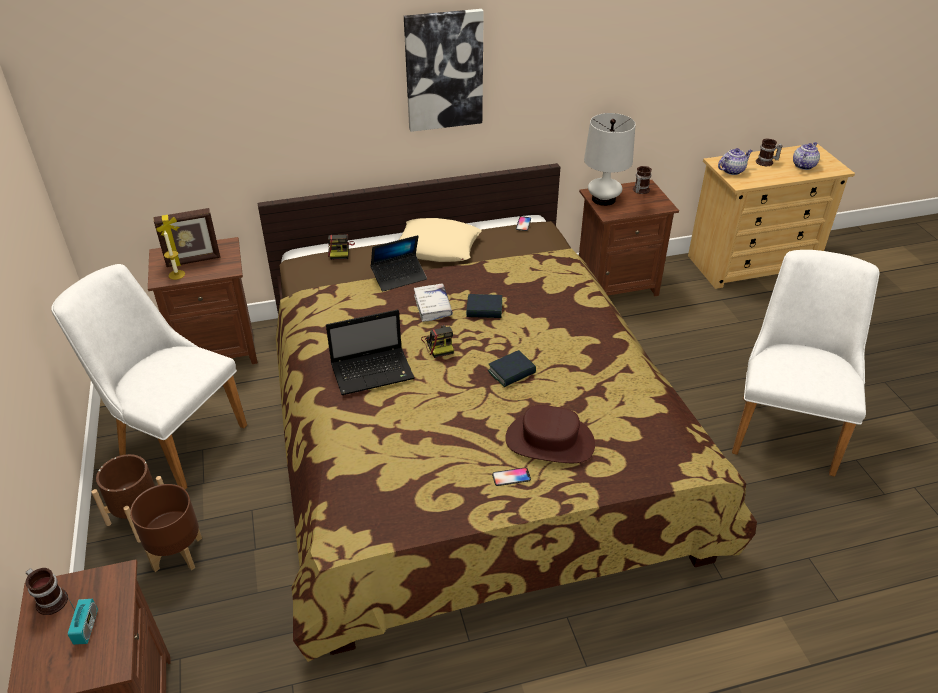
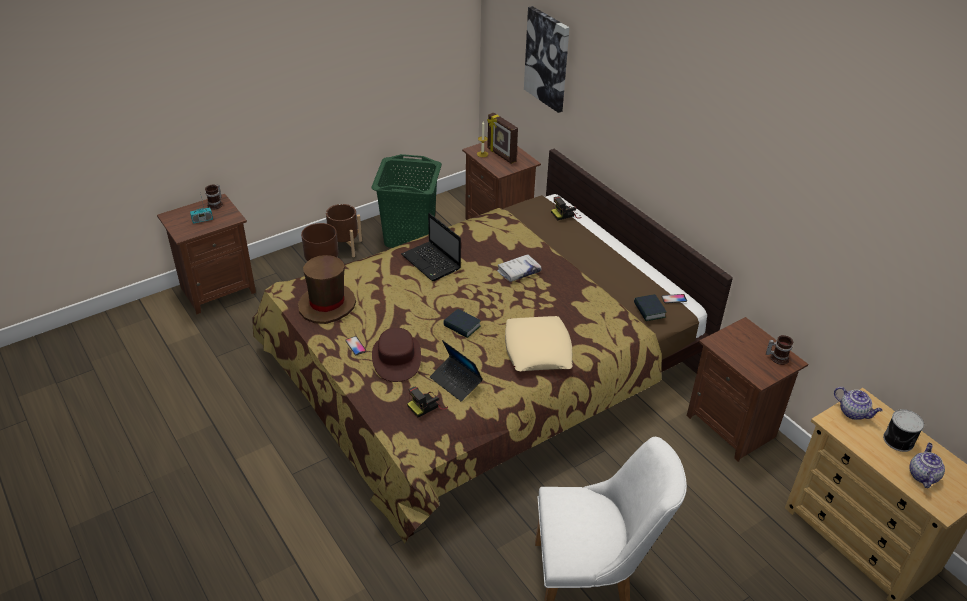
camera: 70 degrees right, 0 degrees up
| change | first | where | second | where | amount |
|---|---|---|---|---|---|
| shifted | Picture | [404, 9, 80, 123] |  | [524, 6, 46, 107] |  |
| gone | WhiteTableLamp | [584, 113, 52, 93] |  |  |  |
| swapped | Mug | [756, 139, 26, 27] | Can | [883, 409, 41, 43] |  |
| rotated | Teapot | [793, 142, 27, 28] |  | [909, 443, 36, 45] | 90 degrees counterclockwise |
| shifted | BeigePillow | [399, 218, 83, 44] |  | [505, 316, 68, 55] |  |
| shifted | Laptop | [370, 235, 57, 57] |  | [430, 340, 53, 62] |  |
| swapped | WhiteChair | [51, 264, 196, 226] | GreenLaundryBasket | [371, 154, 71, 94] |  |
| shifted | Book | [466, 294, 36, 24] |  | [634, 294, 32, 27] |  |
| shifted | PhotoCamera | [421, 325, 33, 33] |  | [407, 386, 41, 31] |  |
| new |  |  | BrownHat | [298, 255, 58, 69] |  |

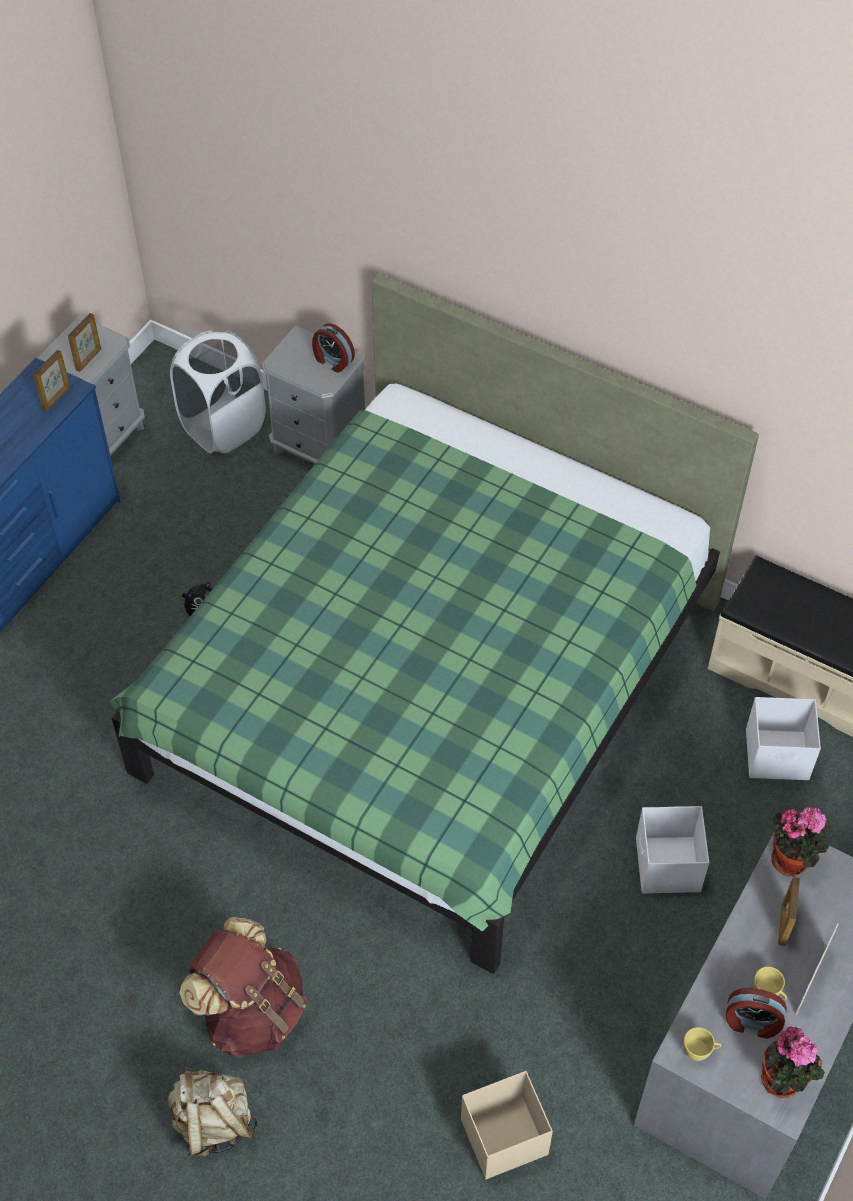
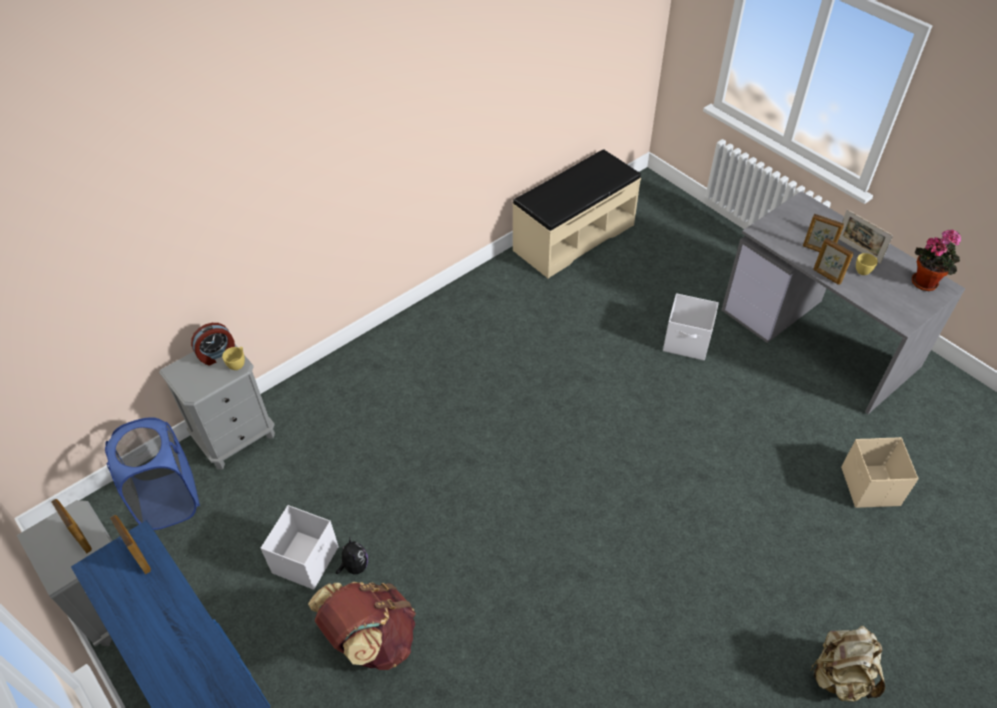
camera: 70 degrees left, 5 degrees down
| change | first | where | second | where | amount |
|---|---|---|---|---|---|
| gone | GreenBed | [110, 274, 649, 700] |  |  |  |
| repainted | WhiteLaundryBasket | [170, 330, 96, 123] | BlueLaundryBasket | [105, 417, 95, 113] |  |
| shifted | WhiteStorageBox | [746, 697, 75, 83] |  | [261, 505, 78, 85] |  |
| gone | PottedPlant | [771, 807, 60, 69] |  |  |  |
| shifted | BrownBackpack | [179, 917, 128, 142] |  | [308, 582, 108, 88] |  |
| gone | AlarmClock | [726, 988, 61, 51] |  |  |  |
| shifted | YellowCup | [683, 1027, 38, 34] |  | [222, 347, 23, 23] |  |
| new |  |  | PictureFrame | [813, 238, 41, 47] |  |

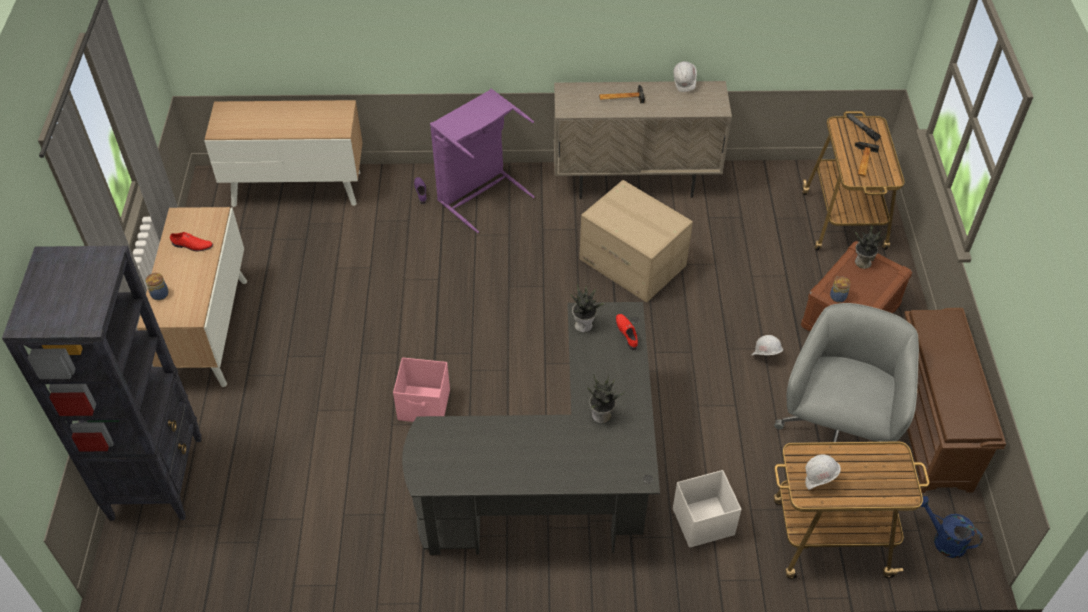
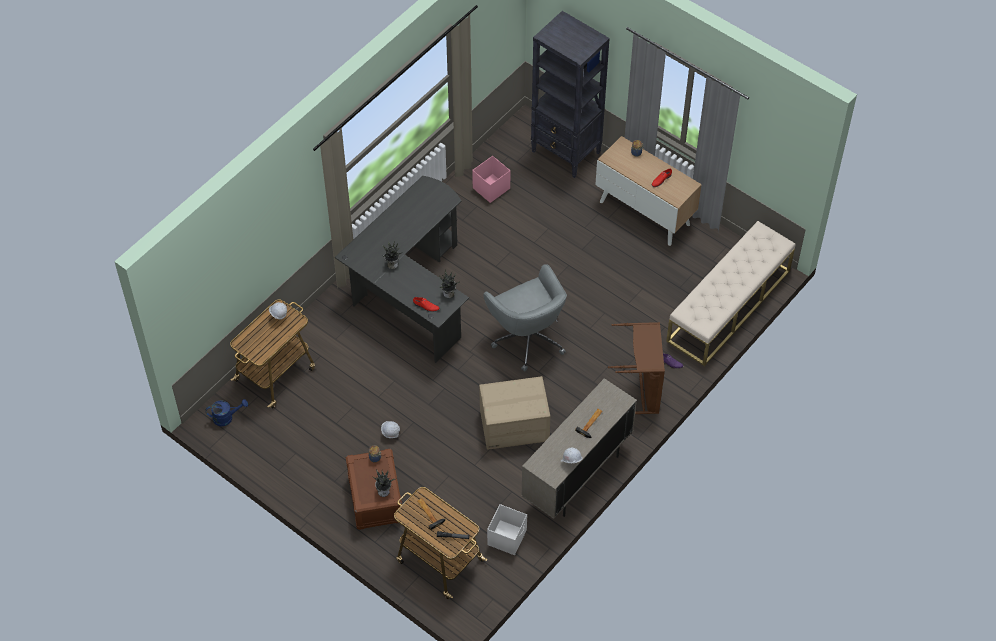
camera: 130 degrees right, 5 degrees up
| change | first | where | second | where | amount |
|---|---|---|---|---|---|
| repainted | PurpleLaundryBasket | [430, 89, 105, 144] | BrownLaundryBasket | [608, 322, 57, 92] |  |
| swapped | Cabinet | [204, 100, 159, 107] | BeigeBench | [666, 221, 129, 145] |  |
| shifted | GreyOfficeChair | [774, 303, 145, 139] |  | [483, 264, 84, 108] |  |
| gone | BrownShoeRack | [904, 308, 102, 185] |  |  |  |
| shifted | PinkStorageBox | [393, 357, 57, 65] |  | [472, 156, 38, 47] |  |
| shifted | WhiteStorageBox | [673, 470, 68, 78] |  | [487, 504, 40, 51] |  |

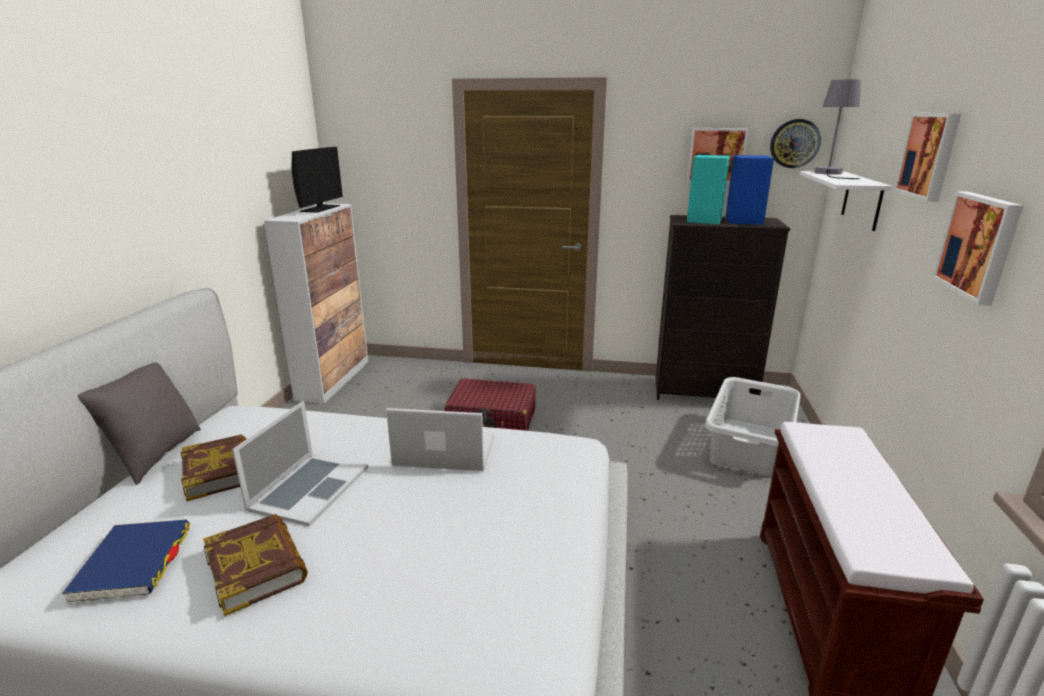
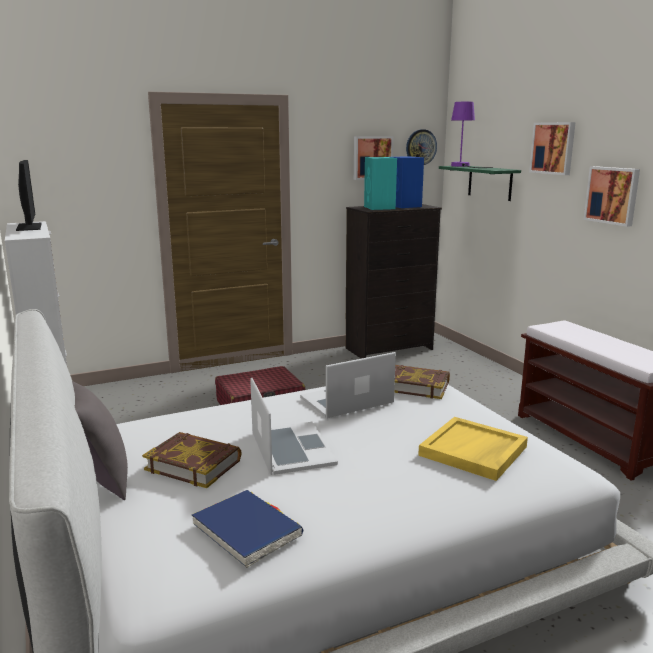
camera: 35 degrees left, 5 degrees down
| change | first | where | second | where | amount |
|---|---|---|---|---|---|
| repainted | GreyTableLamp | [815, 79, 46, 100] | PurpleTableLamp | [451, 102, 42, 66] |  |
| repainted | WhiteShelf | [800, 171, 92, 60] | GreenShelf | [439, 166, 82, 35] |  |
| gone | GreyLaundryBasket | [705, 377, 96, 100] |  |  |  |
| shifted | Book | [203, 514, 105, 102] |  | [394, 365, 56, 34] |  |
| new |  |  | YellowTray | [418, 417, 110, 64] |  |

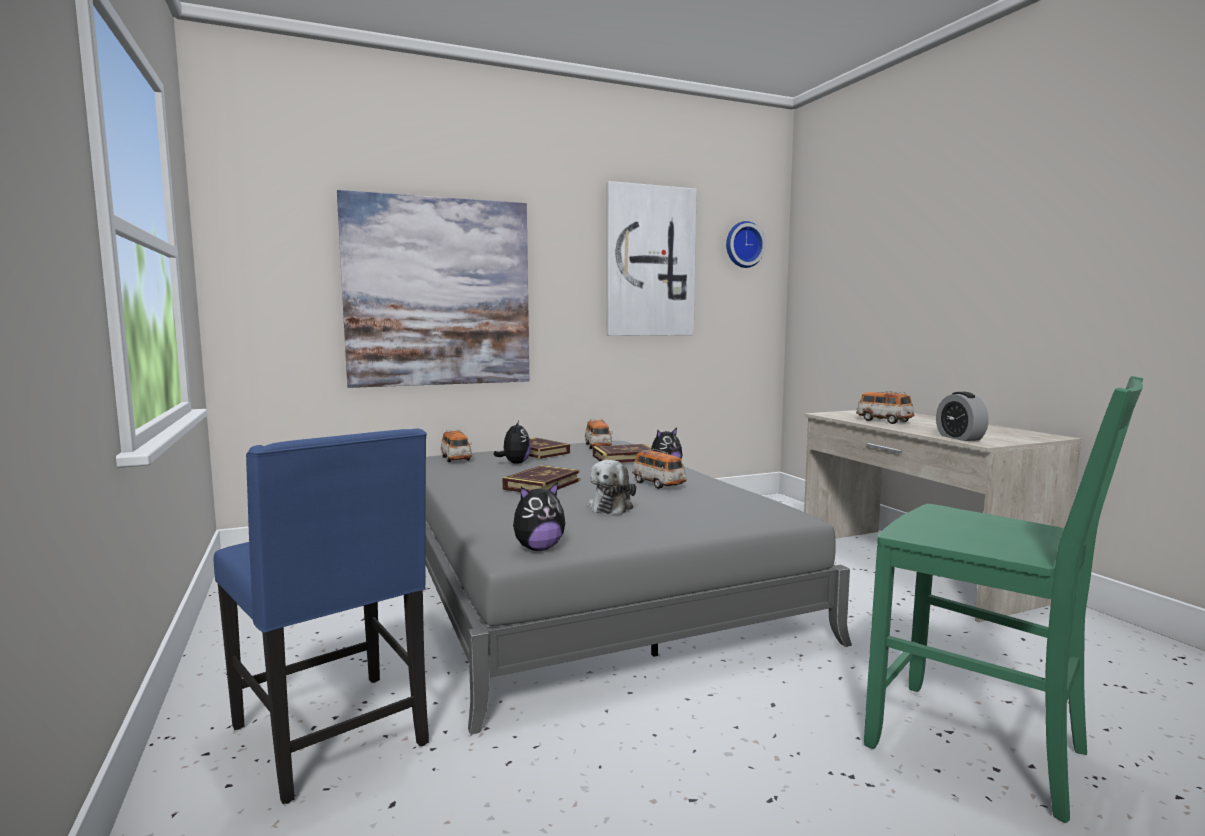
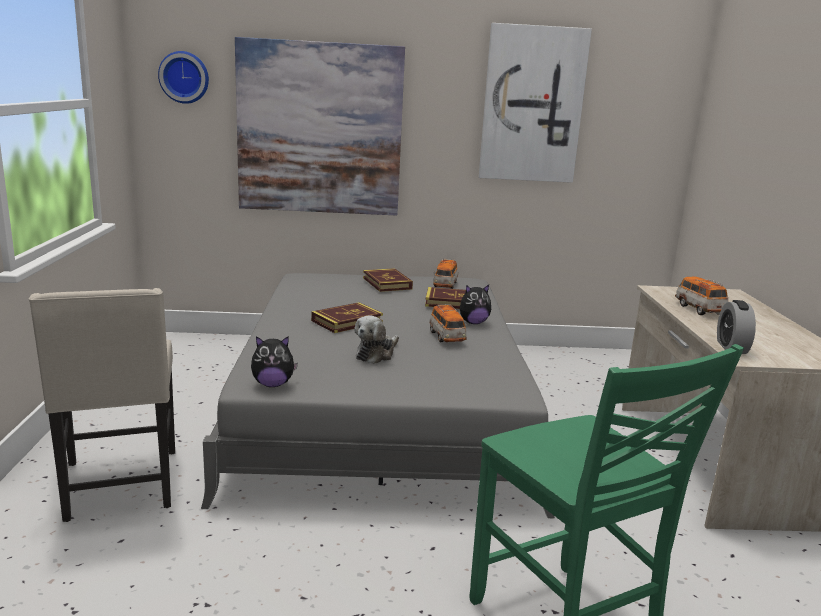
camera: 20 degrees right, 10 degrees up
| change | first | where | second | where | amount |
|---|---|---|---|---|---|
| shifted | WallClock | [726, 221, 40, 47] |  | [158, 51, 51, 53] |  |
| gone | PlushToy | [494, 421, 37, 43] |  |  |  |
| repainted | BlueChair | [213, 428, 216, 376] | BeigeChair | [28, 288, 147, 234] |  |
| gone | ToyCar | [441, 429, 31, 33] |  |  |  |

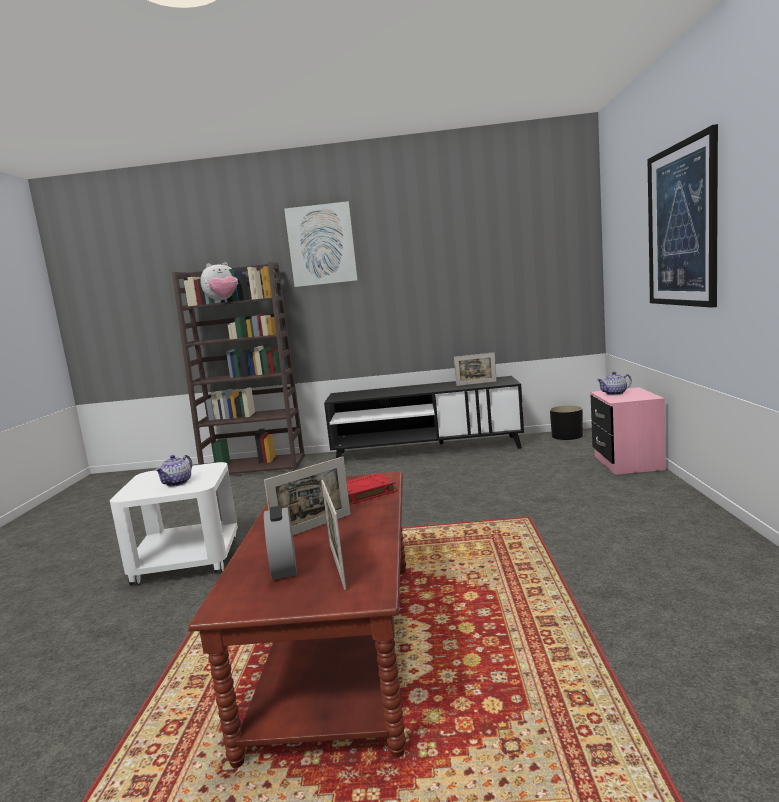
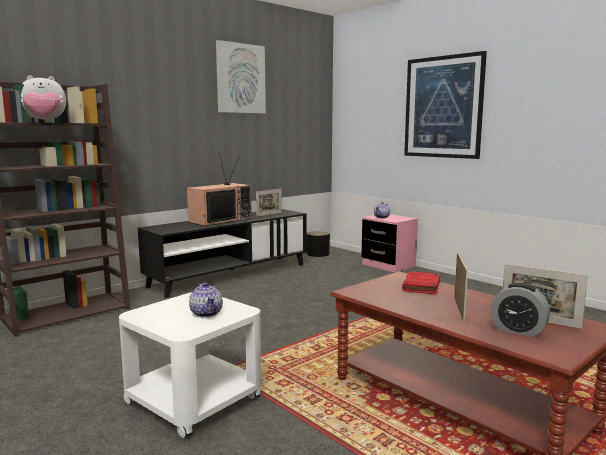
camera: 45 degrees left, 0 degrees up
| change | first | where | second | where | amount |
|---|---|---|---|---|---|
| shifted | Picture | [284, 201, 74, 86] |  | [216, 40, 50, 74] |  |
| rotated | PlushToy | [200, 262, 38, 41] |  | [21, 75, 45, 48] | 45 degrees clockwise |
| new |  |  | Television | [187, 151, 65, 75] |  |

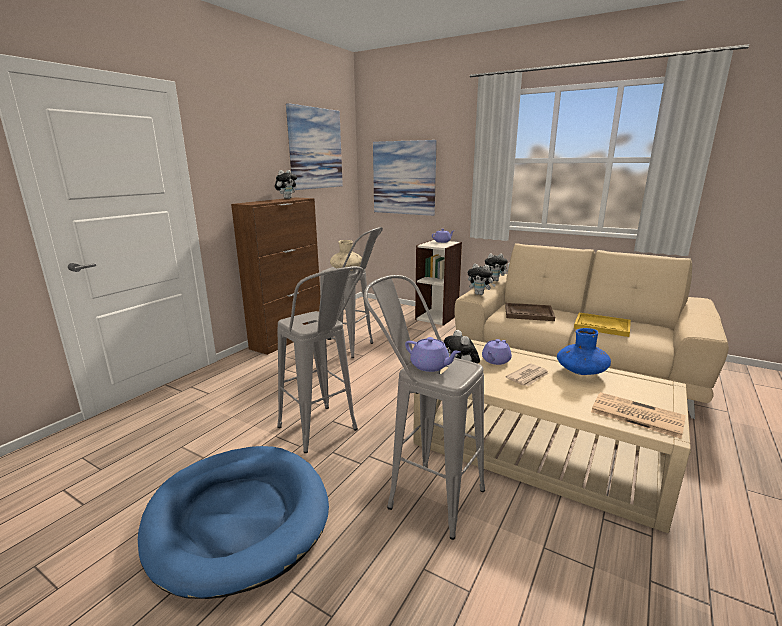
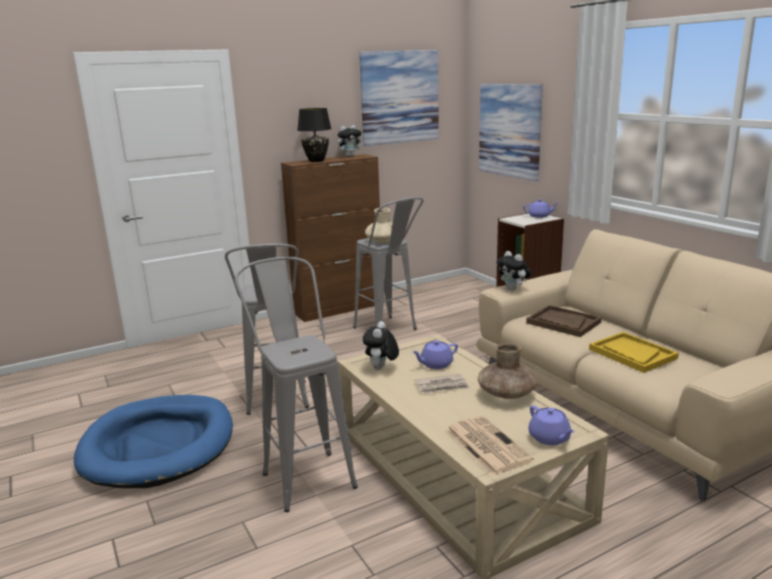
camera: 30 degrees right, 0 degrees up
| change | first | where | second | where | amount |
|---|---|---|---|---|---|
| gone | PlushToy | [485, 254, 23, 27] |  |  |  |
| repainted | BlueVase | [557, 328, 54, 47] | BrownVase | [478, 343, 59, 56] |  |
| shifted | PurpleTeapot | [405, 337, 55, 35] |  | [528, 405, 47, 40] |  |
| new |  |  | BlackTableLamp | [297, 108, 34, 54] |  |

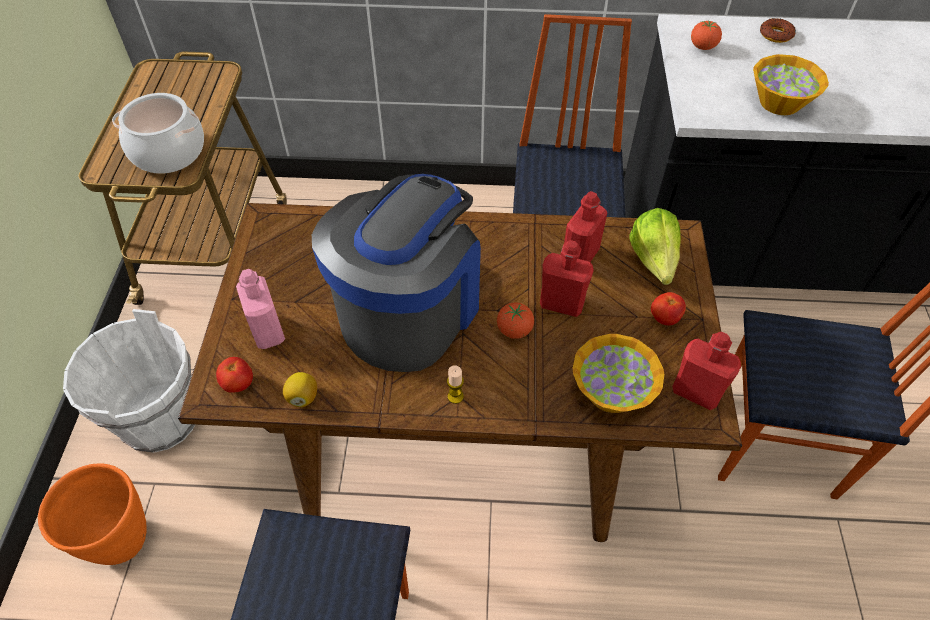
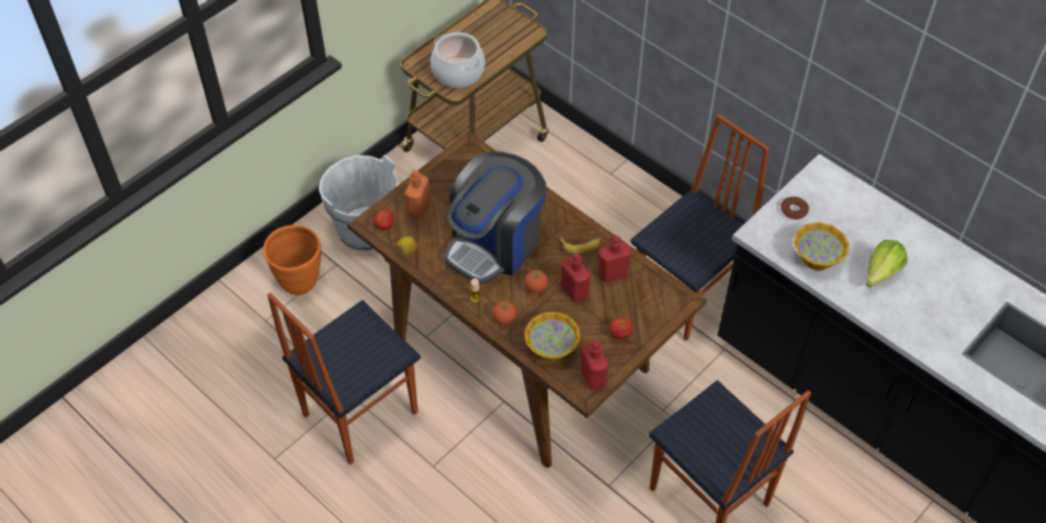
camera: 40 degrees right, 0 degrees up
| change | first | where | second | where | amount |
|---|---|---|---|---|---|
| shifted | Donut | [760, 18, 36, 25] |  | [781, 197, 28, 22] |  |
| shifted | Tomato | [691, 20, 31, 30] |  | [493, 301, 24, 24] |  |
| rotated | CoffeeMachine | [312, 174, 169, 198] |  | [444, 151, 102, 133] | 150 degrees clockwise |
| shifted | Lettuce | [629, 208, 52, 77] |  | [866, 240, 42, 48] |  |
| repainted | PinkBottle | [236, 269, 49, 80] | OrangeBottle | [405, 170, 26, 49] |  |
| new |  |  | Banana | [559, 237, 42, 17] |  |

